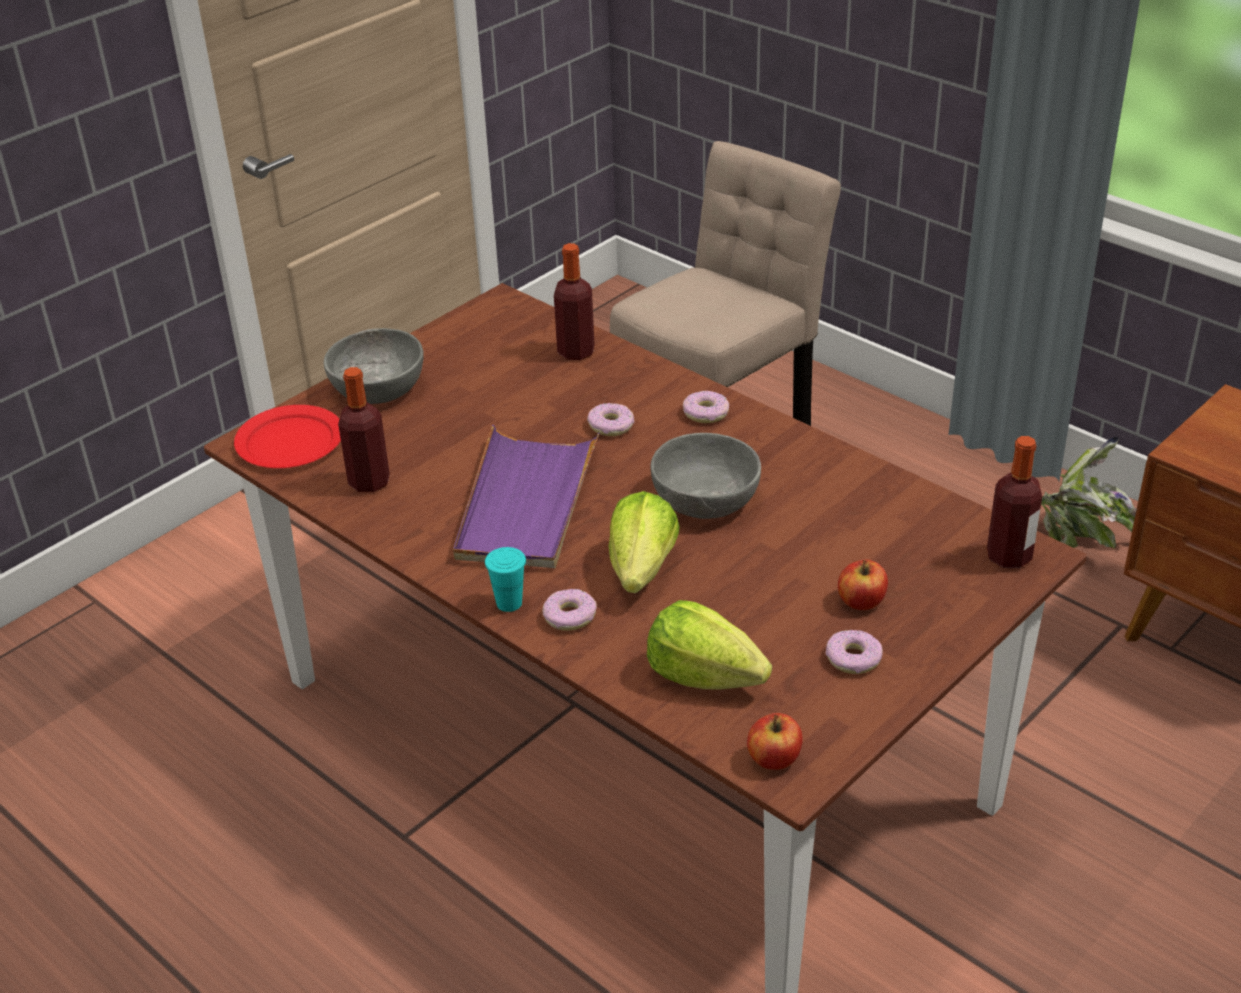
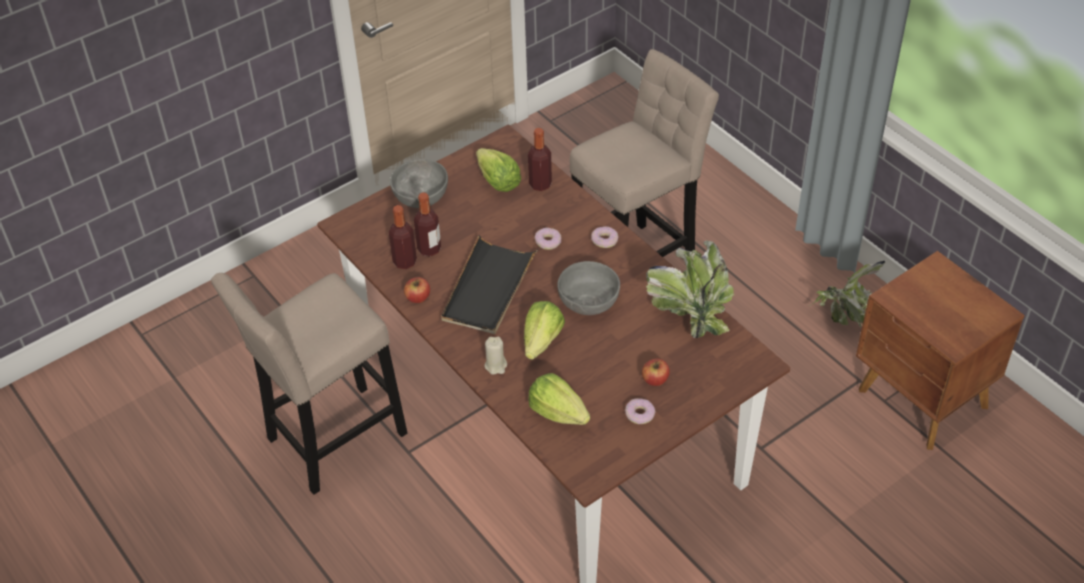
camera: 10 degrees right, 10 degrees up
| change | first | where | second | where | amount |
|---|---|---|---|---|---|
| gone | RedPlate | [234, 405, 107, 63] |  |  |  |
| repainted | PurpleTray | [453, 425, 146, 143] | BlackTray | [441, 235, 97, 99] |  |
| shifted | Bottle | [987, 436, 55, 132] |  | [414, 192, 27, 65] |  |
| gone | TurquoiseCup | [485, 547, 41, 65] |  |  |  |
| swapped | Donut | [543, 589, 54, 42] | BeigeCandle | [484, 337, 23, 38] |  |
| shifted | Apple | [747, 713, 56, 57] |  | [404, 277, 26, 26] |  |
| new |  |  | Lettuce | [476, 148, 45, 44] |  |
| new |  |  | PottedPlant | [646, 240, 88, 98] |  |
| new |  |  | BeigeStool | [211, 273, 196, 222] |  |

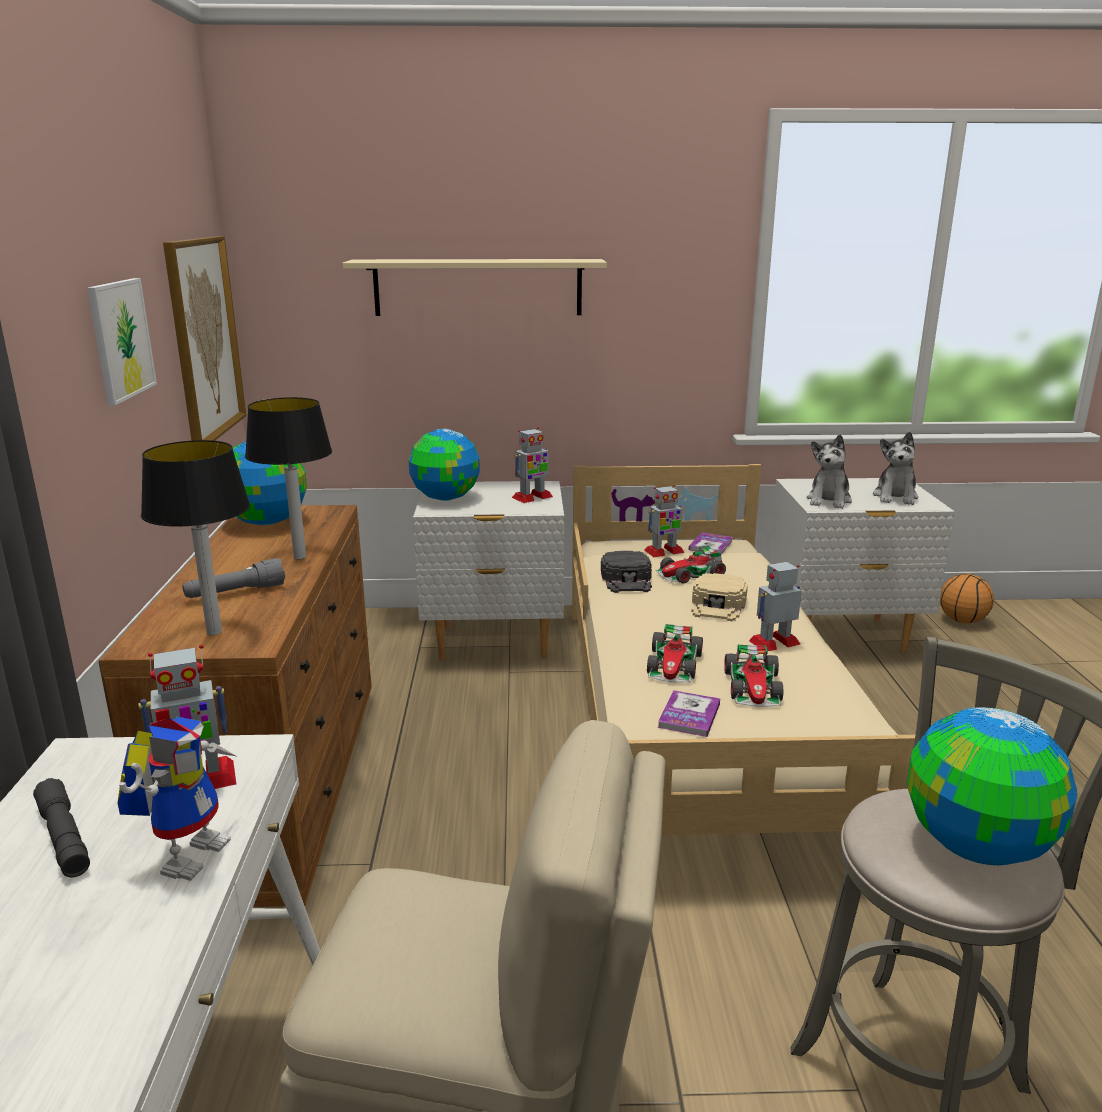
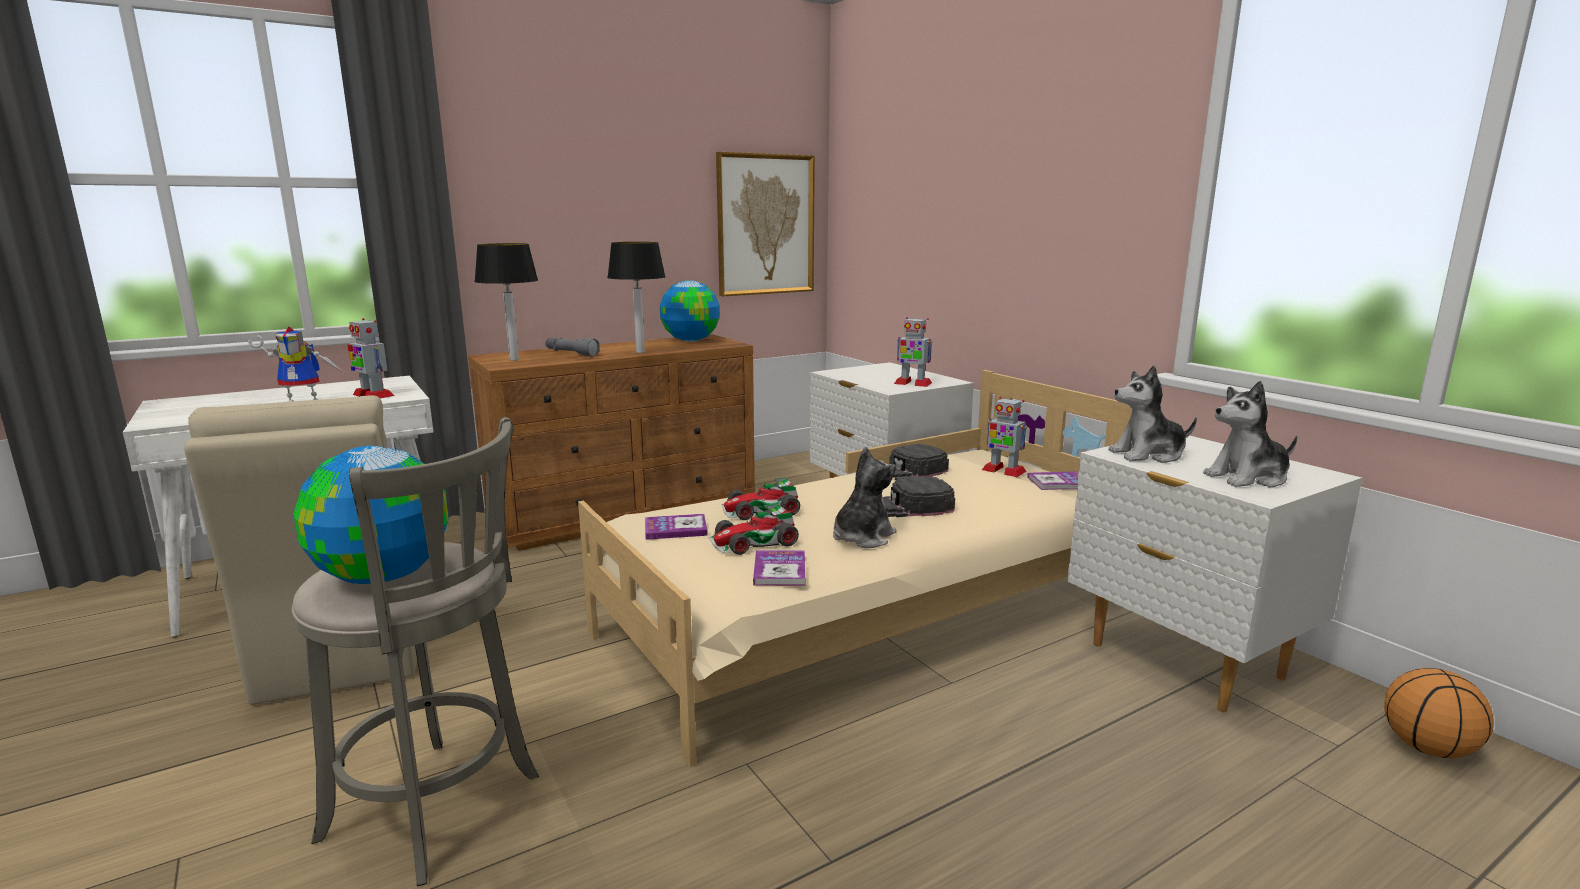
camera: 60 degrees right, 5 degrees down
| change | first | where | second | where | amount |
|---|---|---|---|---|---|
| gone | BeigeShelf | [343, 259, 264, 57] |  |  |  |
| gone | Picture | [87, 278, 70, 127] |  |  |  |
| gone | Globe | [409, 429, 71, 72] |  |  |  |
| gone | ToyCar | [655, 545, 71, 38] |  |  |  |
| swapped | ToyRobot | [749, 562, 52, 89] | PlushToy | [833, 447, 63, 101] |  |
| repainted | BeigeCap | [691, 573, 57, 48] | BlackCap | [883, 476, 72, 41] |  |
| gone | GreyFlashlight | [33, 778, 57, 99] |  |  |  |
| new |  |  | Book | [753, 550, 53, 36] |  |

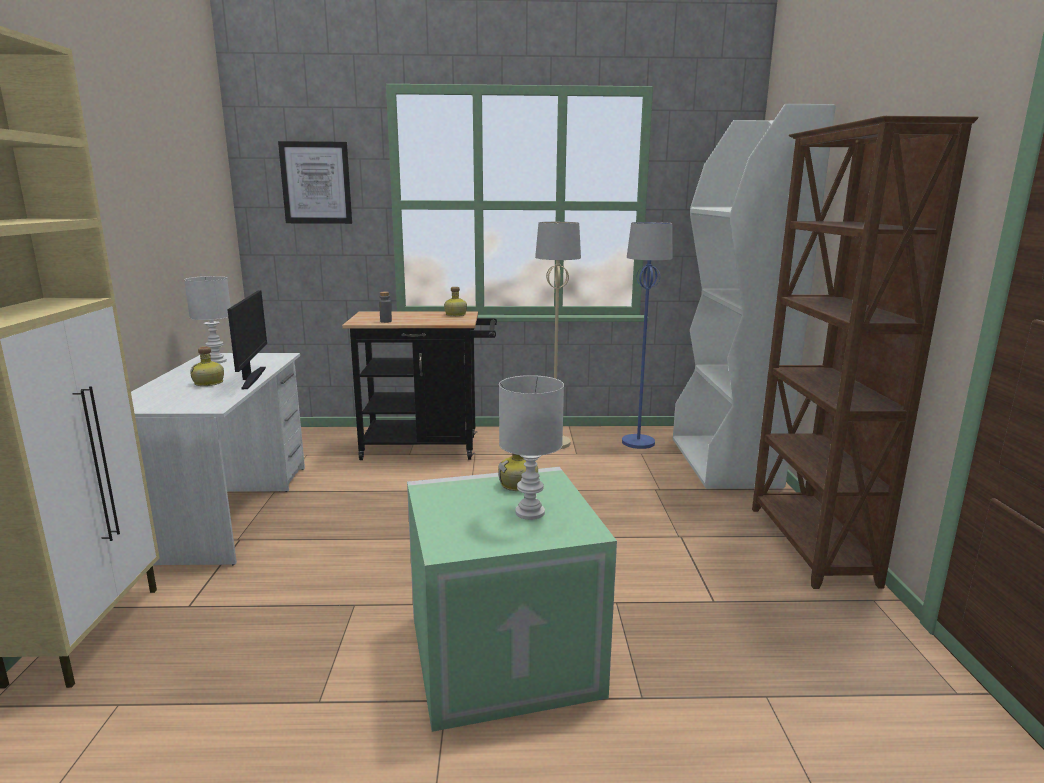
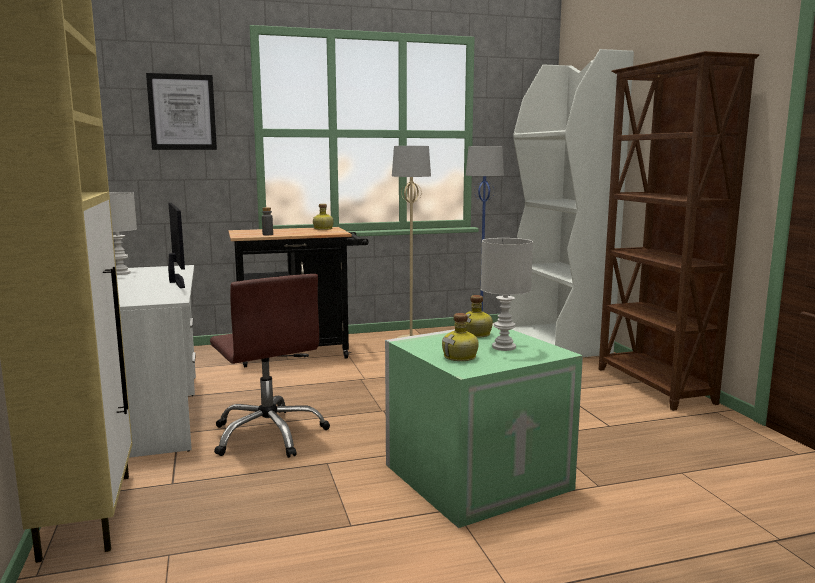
camera: 15 degrees left, 5 degrees down
| change | first | where | second | where | amount |
|---|---|---|---|---|---|
| shifted | Bottle | [190, 347, 34, 39] |  | [442, 313, 37, 48] |  |
| new |  |  | BrownOfficeChair | [210, 274, 120, 184] |  |

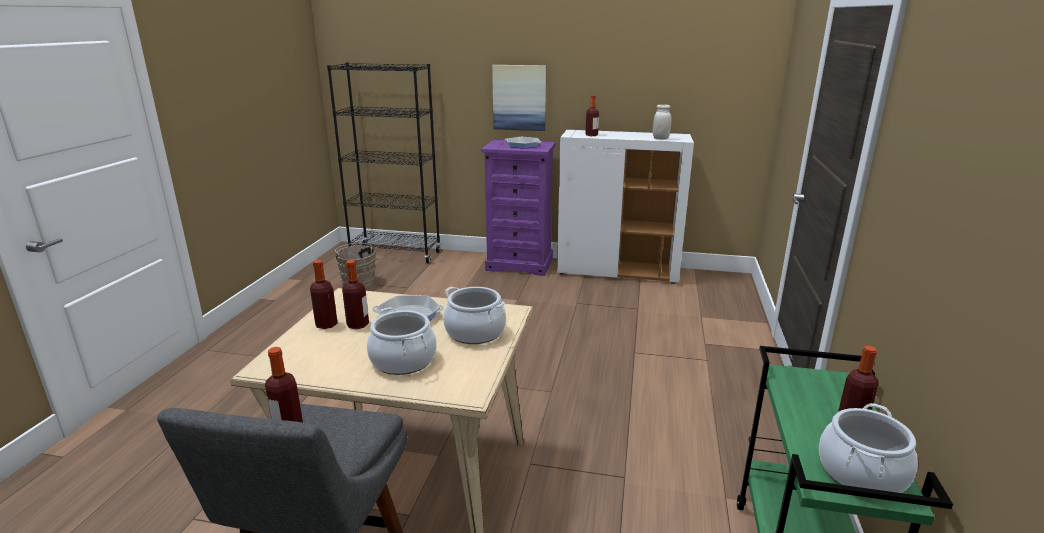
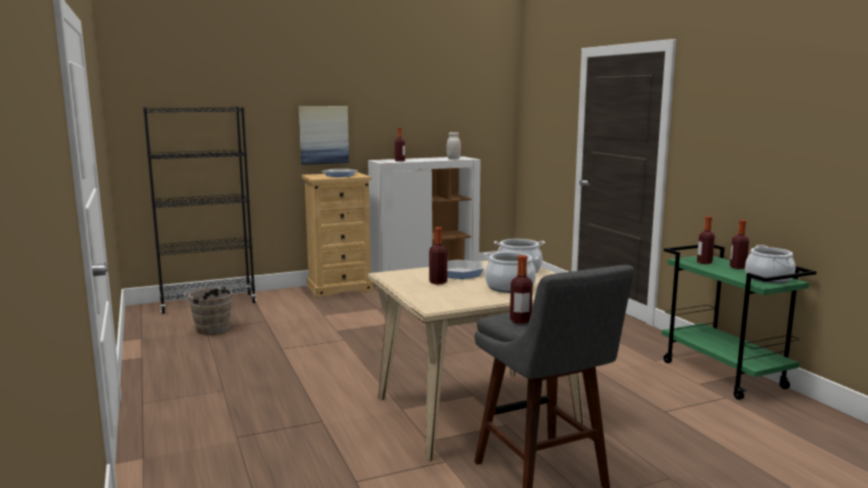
camera: 35 degrees left, 10 degrees down
| change | first | where | second | where | amount |
|---|---|---|---|---|---|
| repainted | PurpleDresser | [481, 140, 75, 136] | BeigeDresser | [302, 172, 71, 126] |  |
| shifted | Bottle | [310, 260, 28, 69] |  | [697, 216, 18, 48] |  |

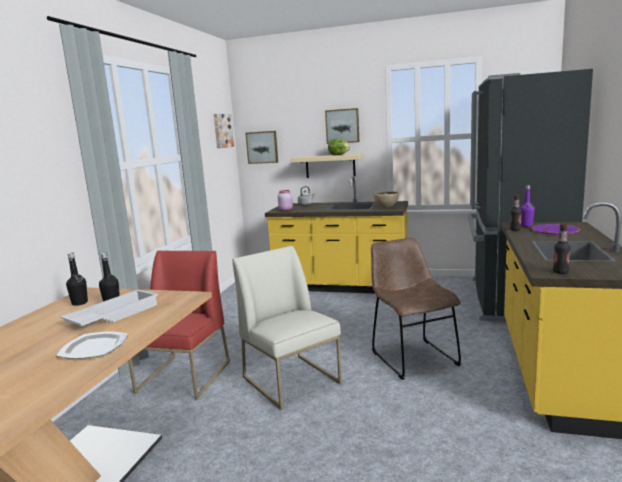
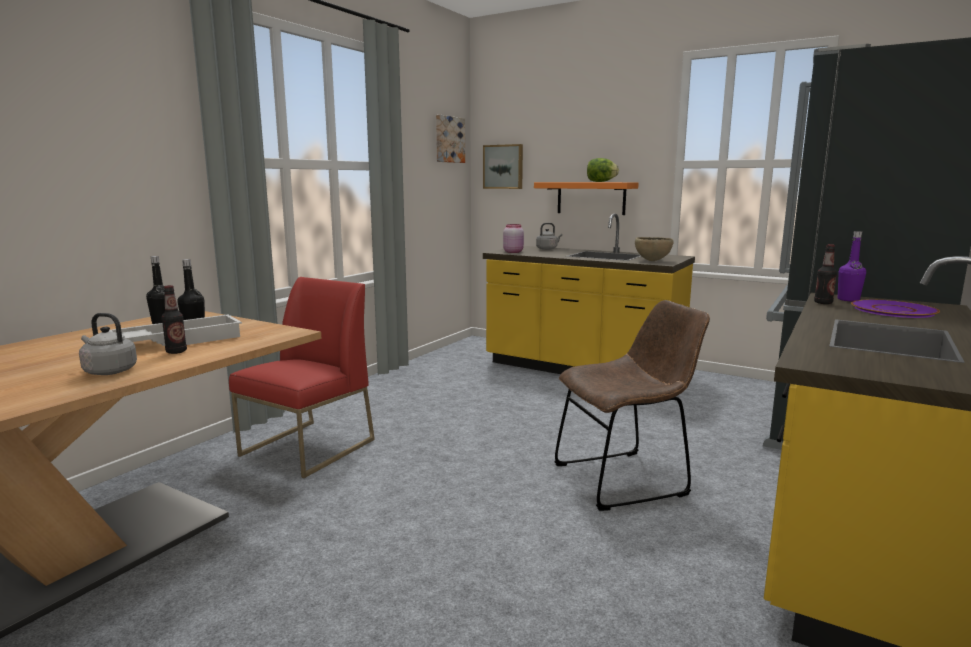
camera: 15 degrees right, 0 degrees up
| change | first | where | second | where | amount |
|---|---|---|---|---|---|
| gone | Picture | [325, 108, 34, 36] |  |  |  |
| repainted | BeigeShelf | [291, 154, 72, 24] | OrangeShelf | [534, 182, 105, 33] |  |
| shifted | Bottle | [553, 224, 18, 50] |  | [161, 285, 26, 69] |  |
| rotated | BrownChair | [371, 237, 90, 143] |  | [554, 300, 156, 211] | 75 degrees clockwise |
| gone | WhiteChair | [232, 246, 110, 164] |  |  |  |
| swapped | Plate | [56, 331, 72, 28] | GreyKettle | [79, 313, 58, 62] |  |

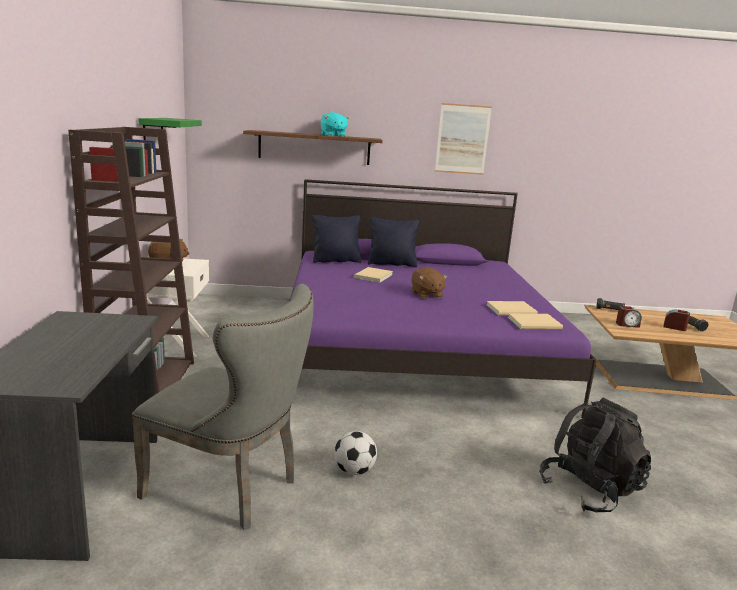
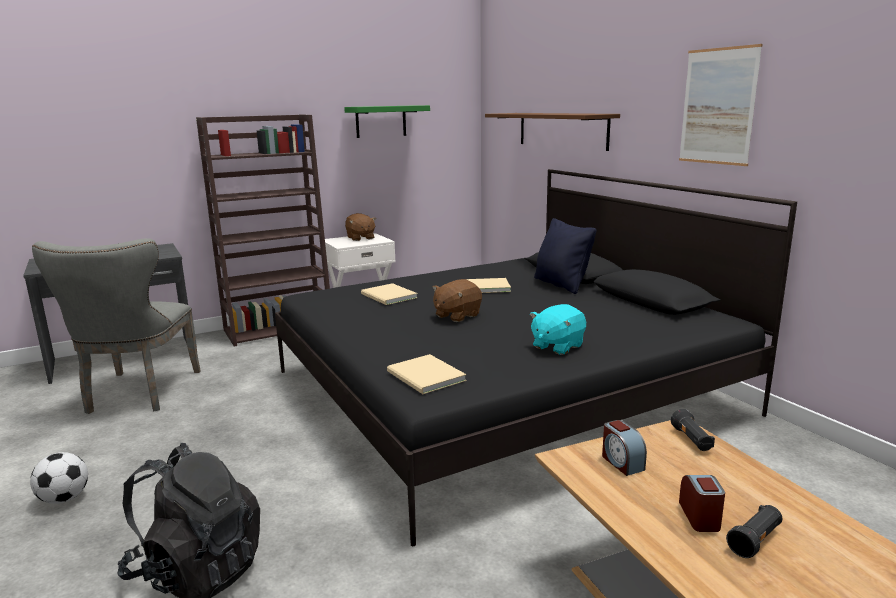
camera: 65 degrees right, 0 degrees up
| change | first | where | second | where | amount |
|---|---|---|---|---|---|
| shifted | TurquoisePlushToy | [320, 112, 29, 25] |  | [530, 304, 56, 51] |  |
| repainted | PurpleBed | [289, 179, 308, 239] | BlackBed | [275, 169, 522, 377] |  |
| gone | BlackPillow | [312, 215, 50, 48] |  |  |  |
| shifted | BeigeBook | [487, 301, 51, 14] |  | [361, 283, 57, 22] |  |
| shifted | Football | [334, 431, 43, 44] |  | [30, 452, 58, 52] |  |

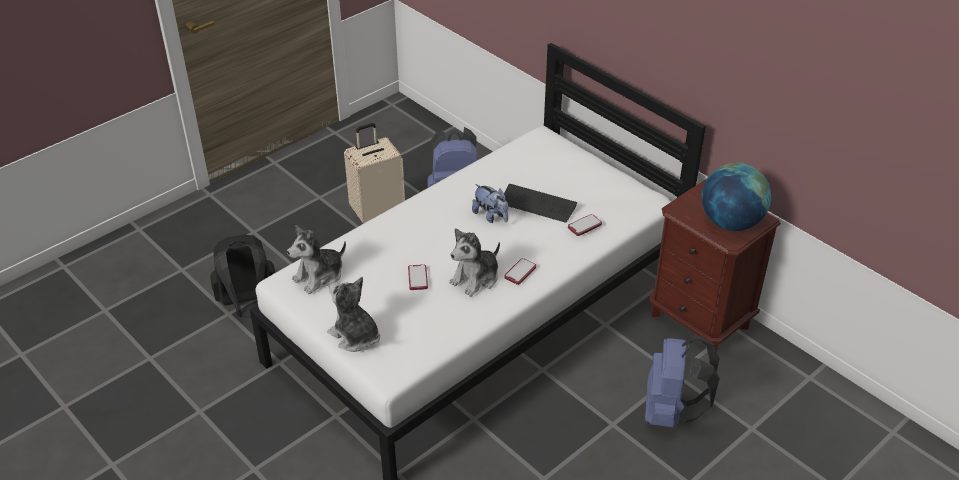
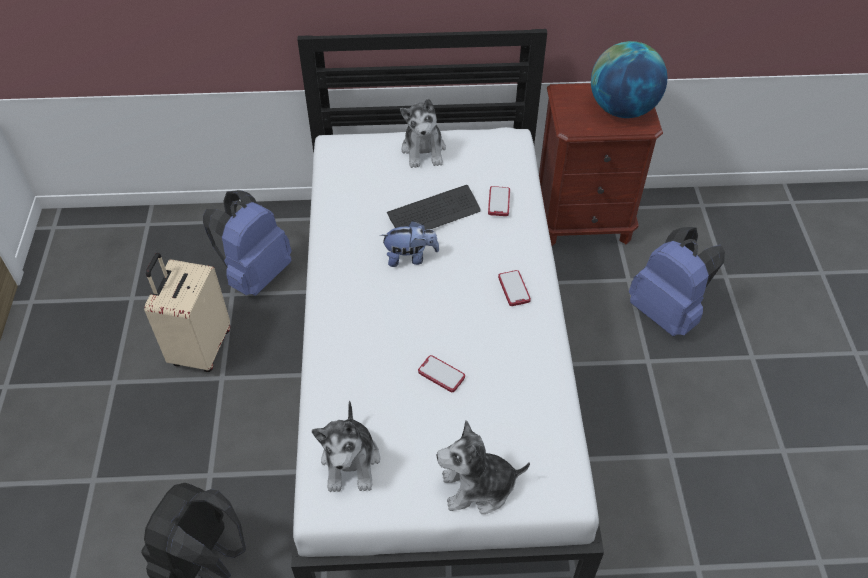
camera: 50 degrees left, 10 degrees up
| change | first | where | second | where | amount |
|---|---|---|---|---|---|
| shifted | PlushToy | [449, 228, 51, 69] |  | [400, 98, 46, 70] |  |

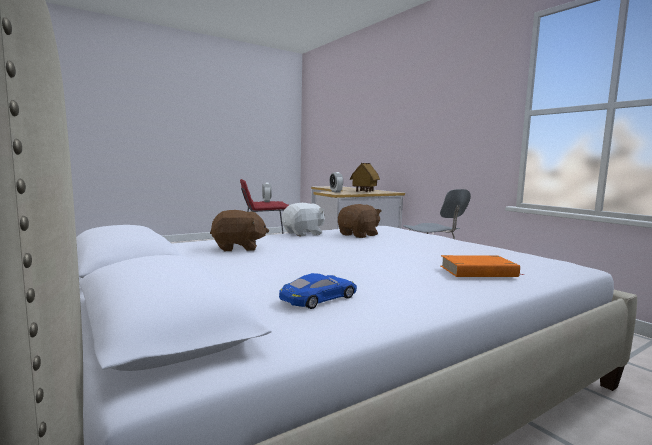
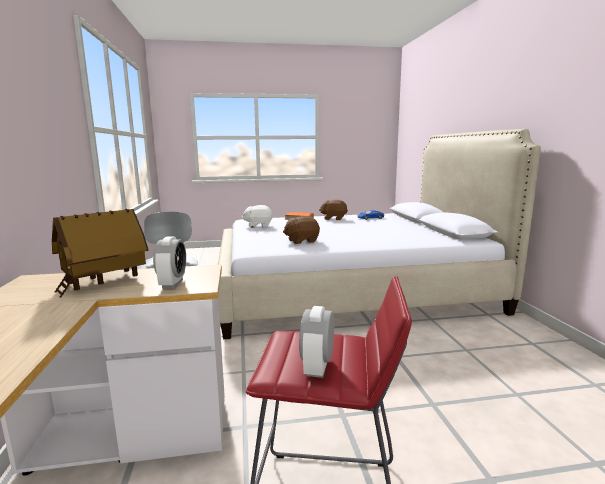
camera: 155 degrees left, 5 degrees up
| change | first | where | second | where | amount |
|---|---|---|---|---|---|
| shifted | WhitePlushToy | [282, 203, 43, 33] |  | [241, 205, 32, 23] |  |
| shifted | BrownPlushToy | [210, 210, 59, 41] |  | [319, 200, 29, 20] |  |

